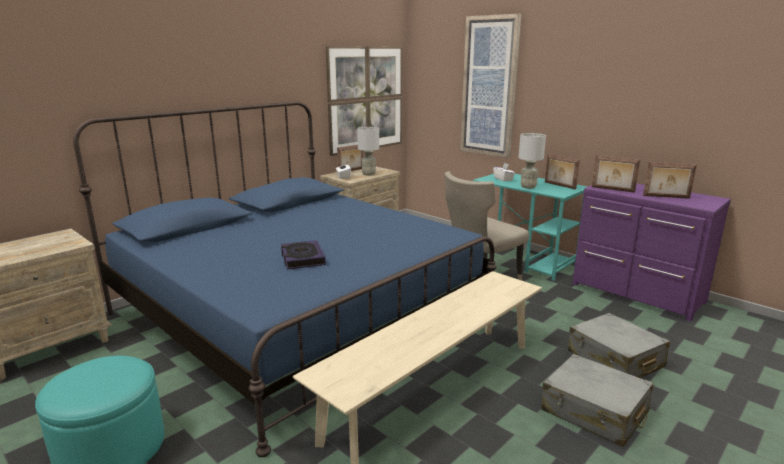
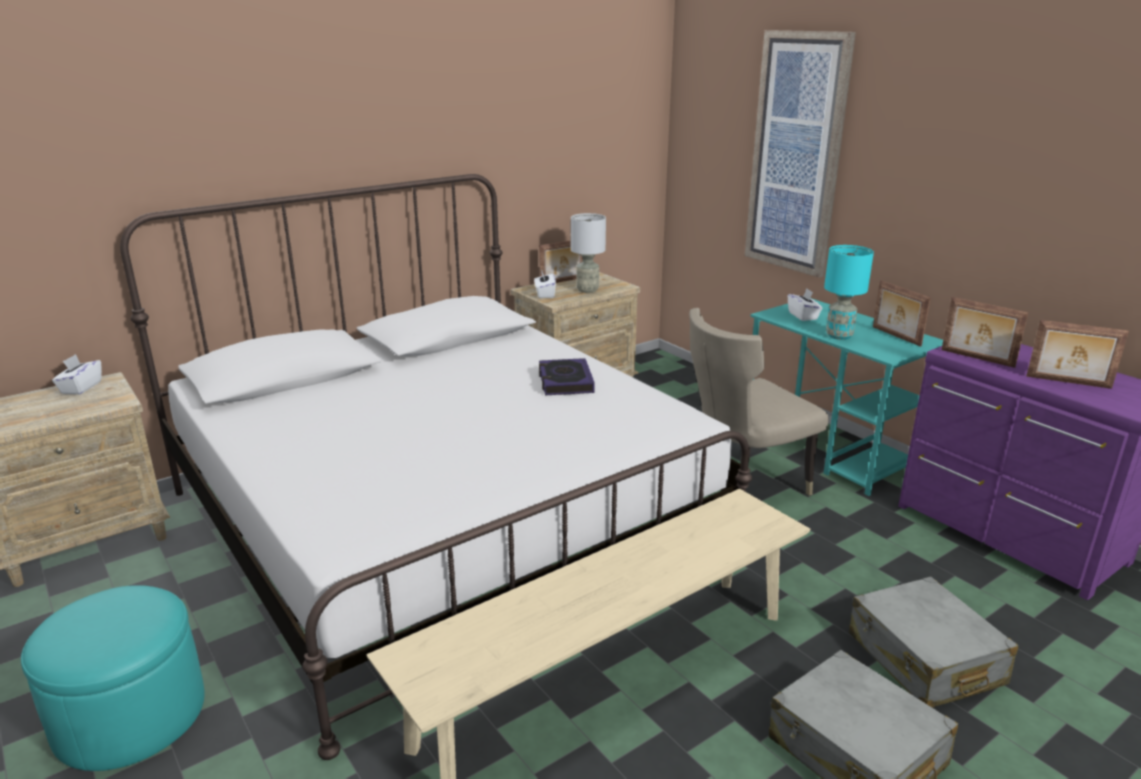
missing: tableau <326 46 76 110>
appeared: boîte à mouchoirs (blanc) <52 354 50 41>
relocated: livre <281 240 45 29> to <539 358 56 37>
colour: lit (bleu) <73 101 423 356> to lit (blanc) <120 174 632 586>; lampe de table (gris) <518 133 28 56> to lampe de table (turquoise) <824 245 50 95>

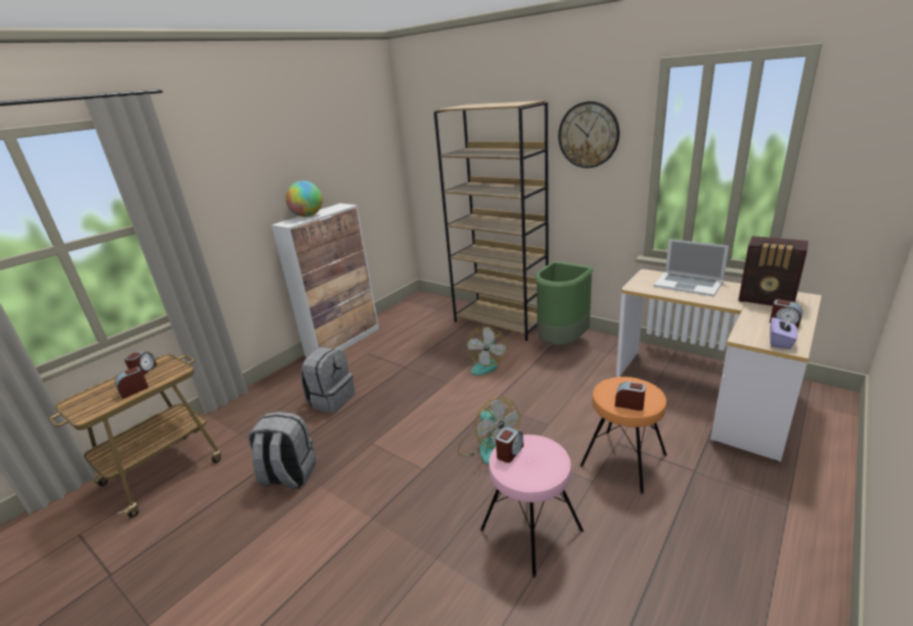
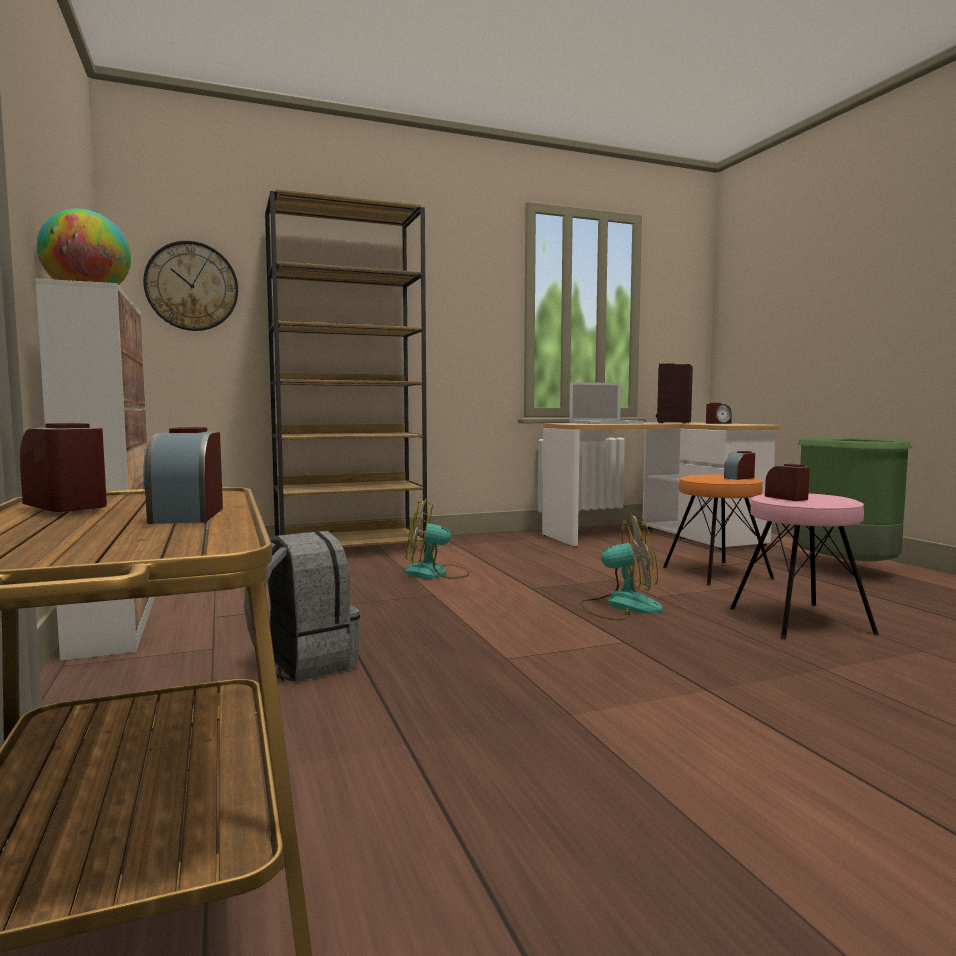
missing: boîte à mouchoirs (violet) <770 317 28 32>; sac à dos (gris) <248 412 69 77>
relocated: horloge murale <558 101 62 67> to <143 241 95 90>; poubelle (vert) <535 261 58 84> to <798 438 114 123>
spun: radio <738 236 70 70> = <656 363 37 60> 135 degrees clockwise; ventilateur <465 327 42 48> = <404 499 66 80> 135 degrees clockwise

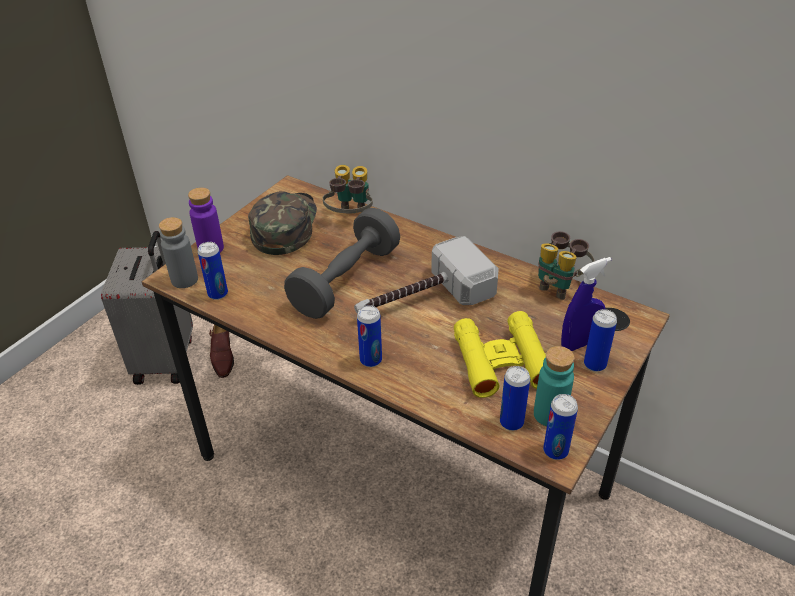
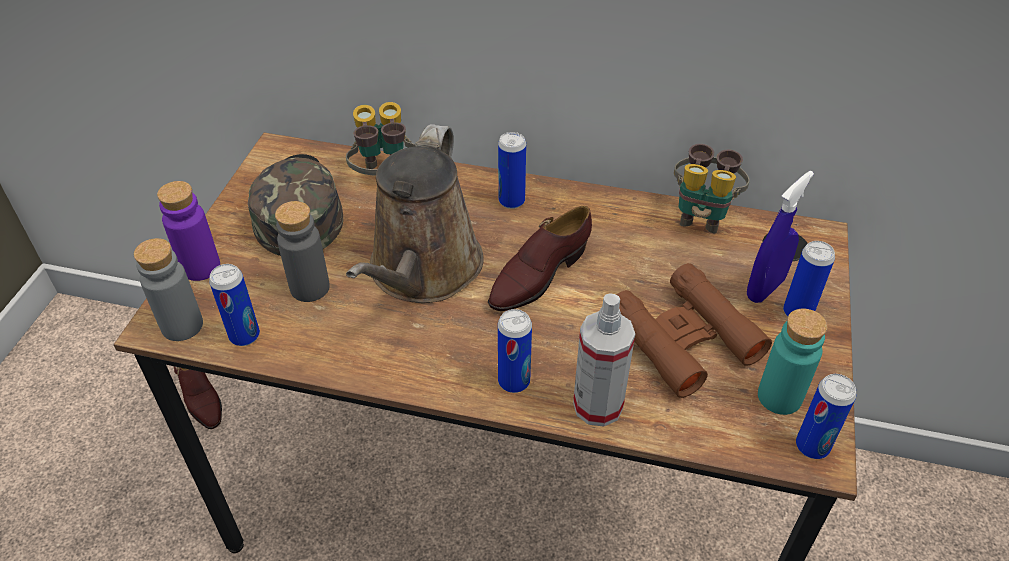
missing: valise (gris) <101 231 92 154>
appeared: bouteille (gris) <275 201 55 101>; vaporisateur <573 293 62 134>
relocated: boîte métallique <500 366 30 65> to <498 132 28 77>
exchanged: haltère (gris) <284 208 116 111> to arrosoir (marron) <346 124 138 179>; marteau <354 236 145 77> to chaussure (marron) <488 206 104 105>
colour: jumelles (jaune) <454 311 92 87> to jumelles (marron) <616 263 156 135>

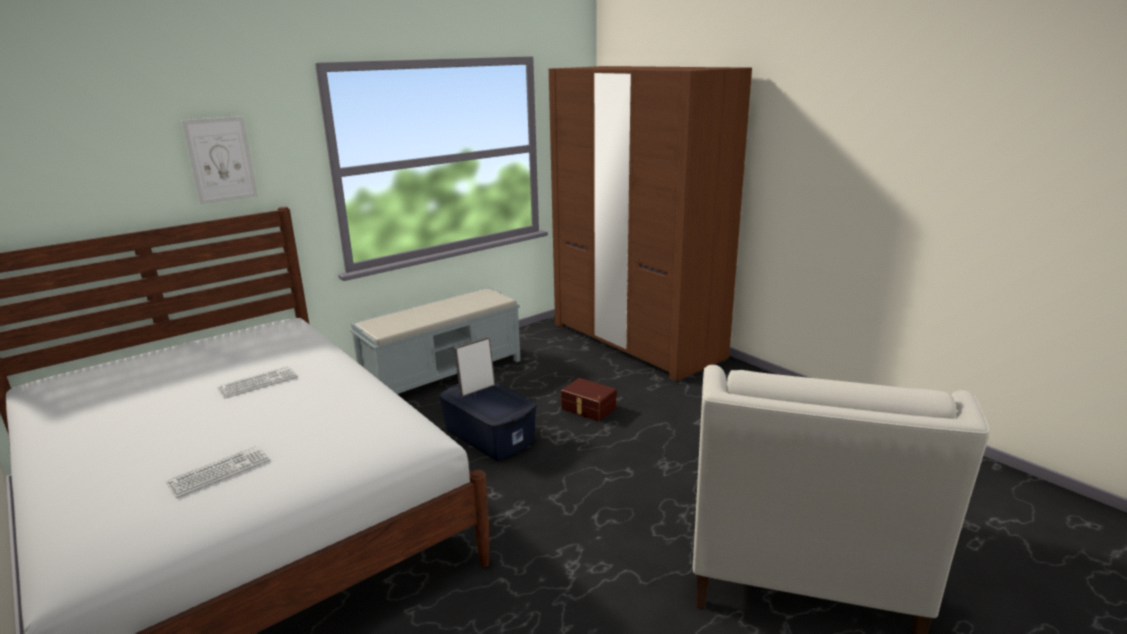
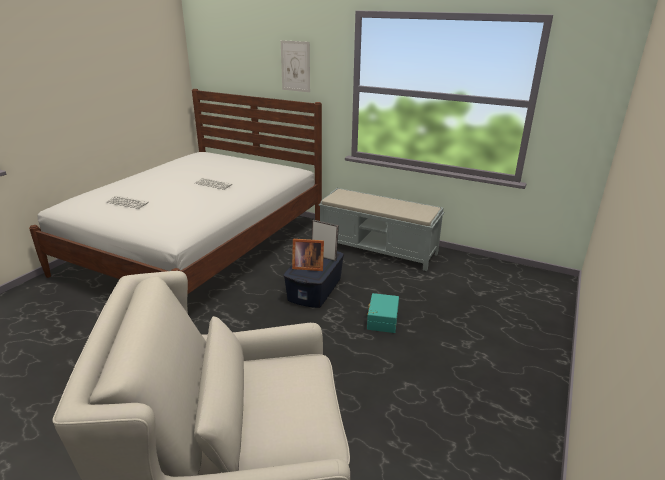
missing: armoire (marron) <549 66 203 315>
appeared: cadre photo <292 239 32 32>
colour: boîte de rangement (marron) <561 378 56 44> to boîte de rangement (turquoise) <367 293 32 40>

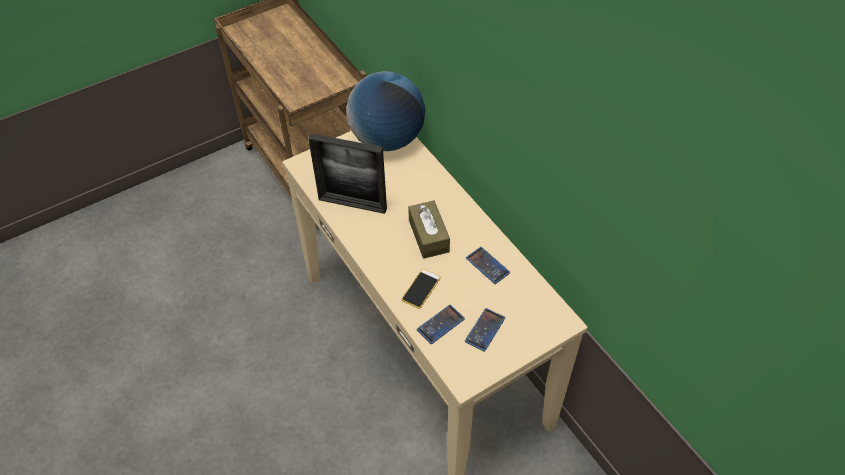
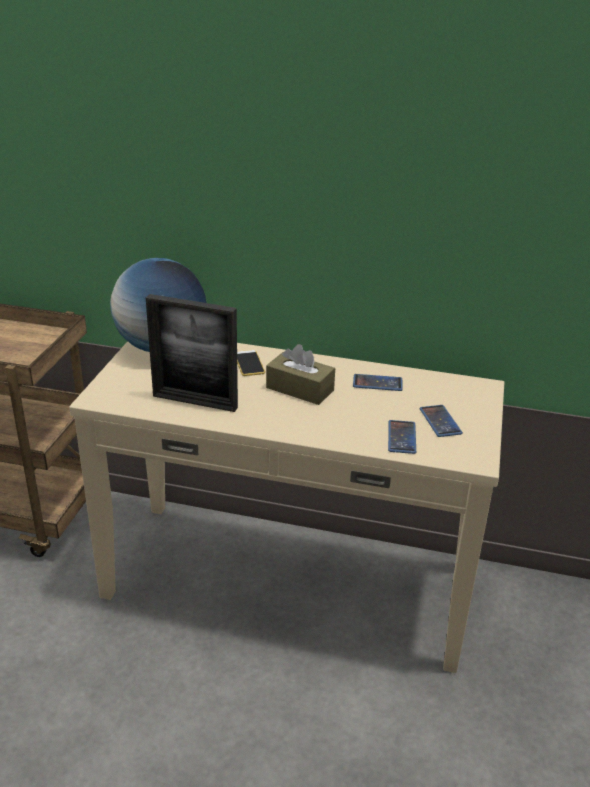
relocated: téléphone <402 269 38 40> to <237 350 28 26>
spun: cadre photo <308 133 79 81> = <146 294 92 118> 45 degrees clockwise

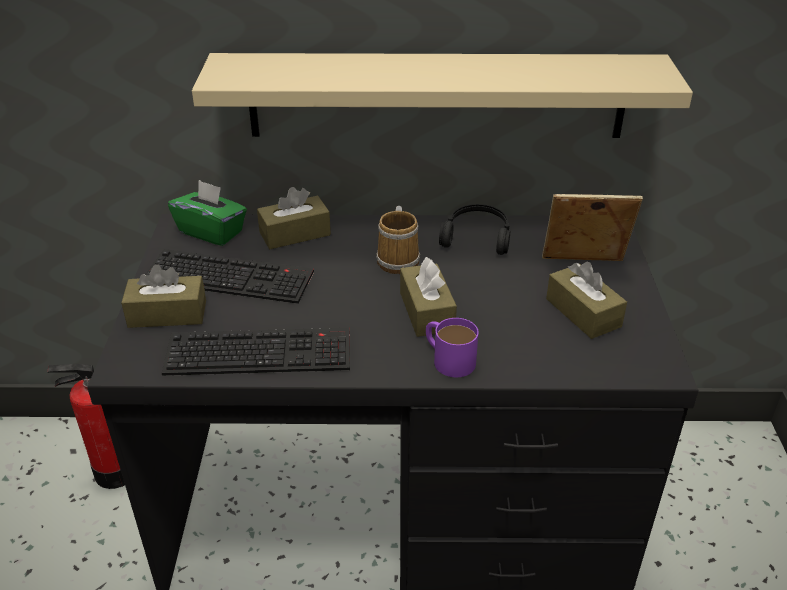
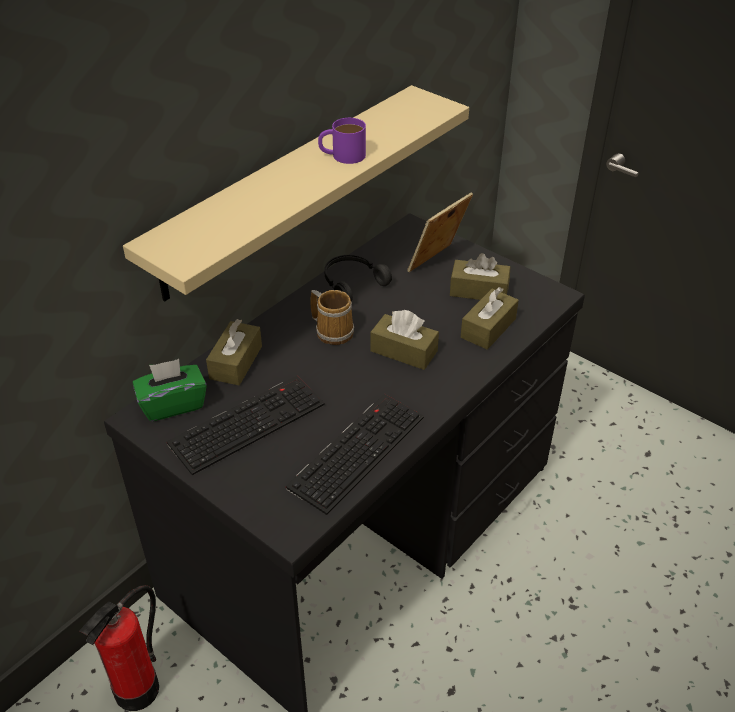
relocated: boîte à mouchoirs (marron) <121 264 85 64> to <461 287 58 63>; mug (violet) <426 318 53 59> to <318 118 48 46>

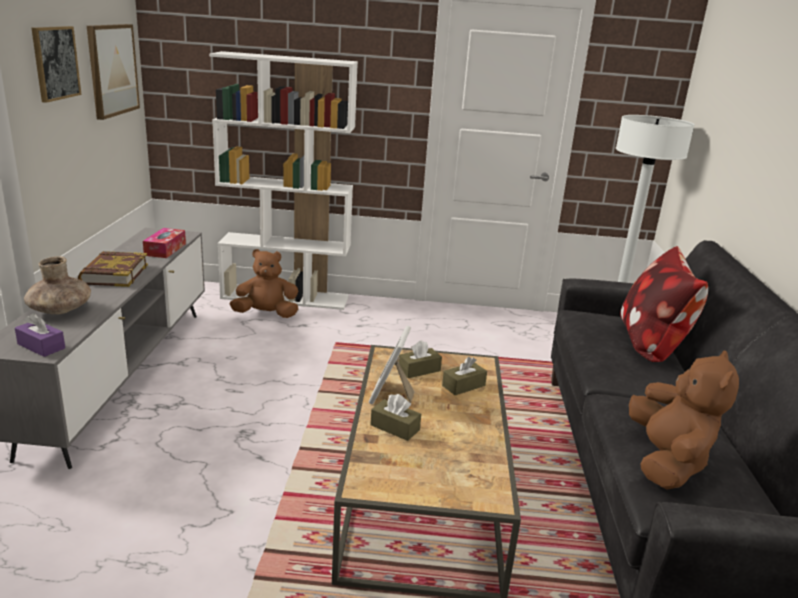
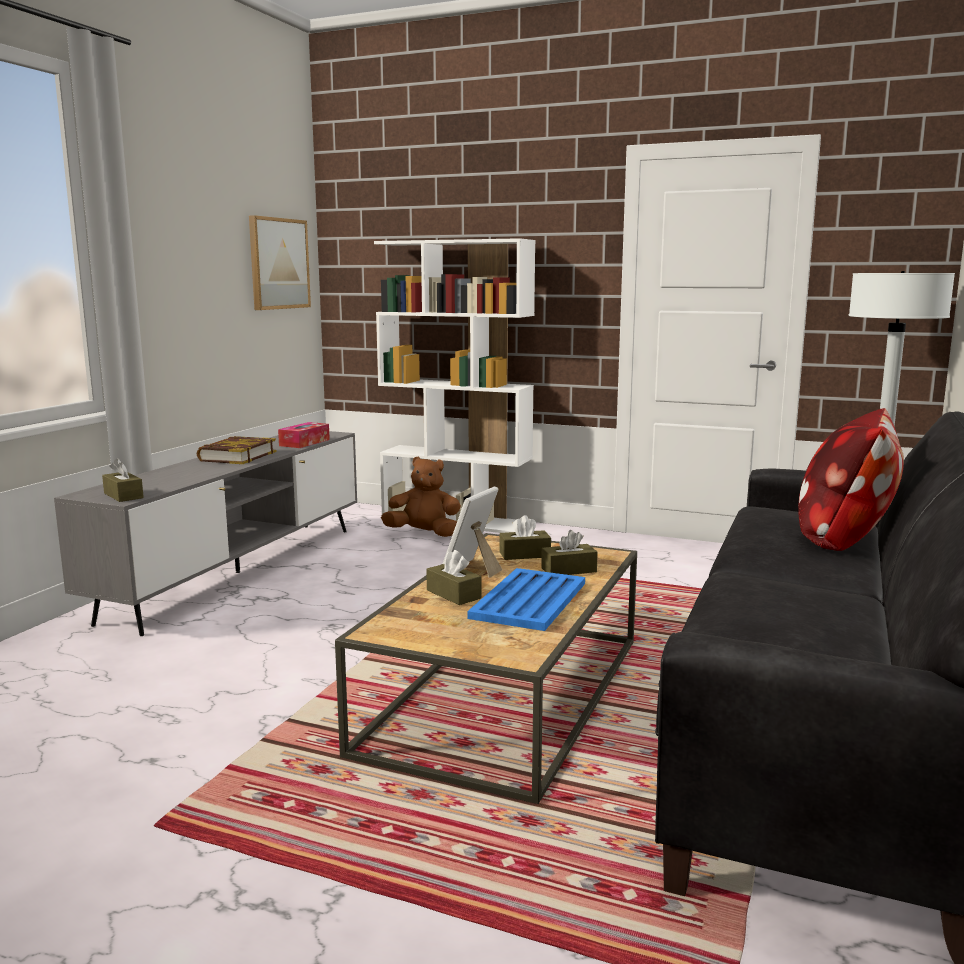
missing: tableau <31 26 51 77>; vase (marron) <24 256 67 58>; peluche (marron) <629 350 110 140>
appeared: plateau (bleu) <467 568 118 63>
colour: boîte à mouchoirs (violet) <15 313 50 44> to boîte à mouchoirs (marron) <102 458 42 44>

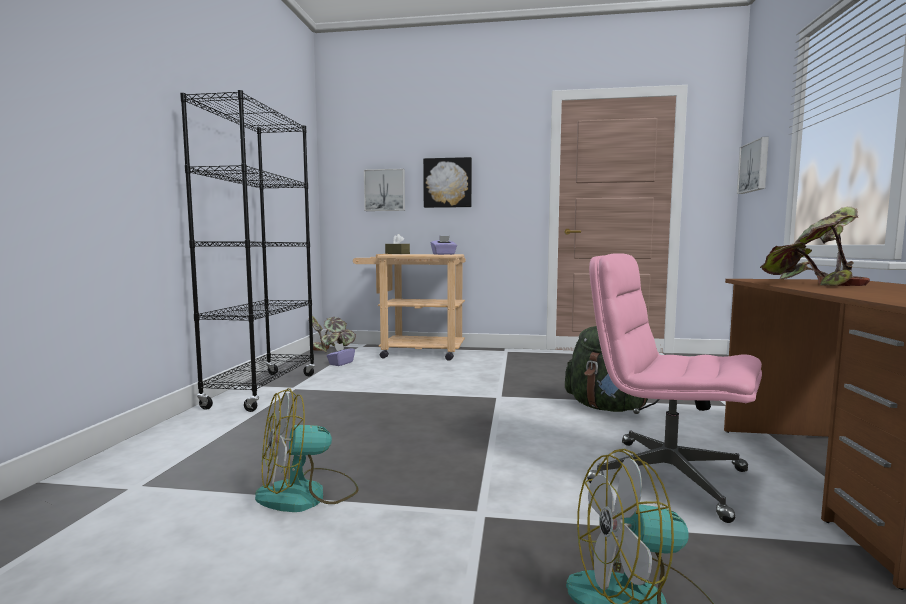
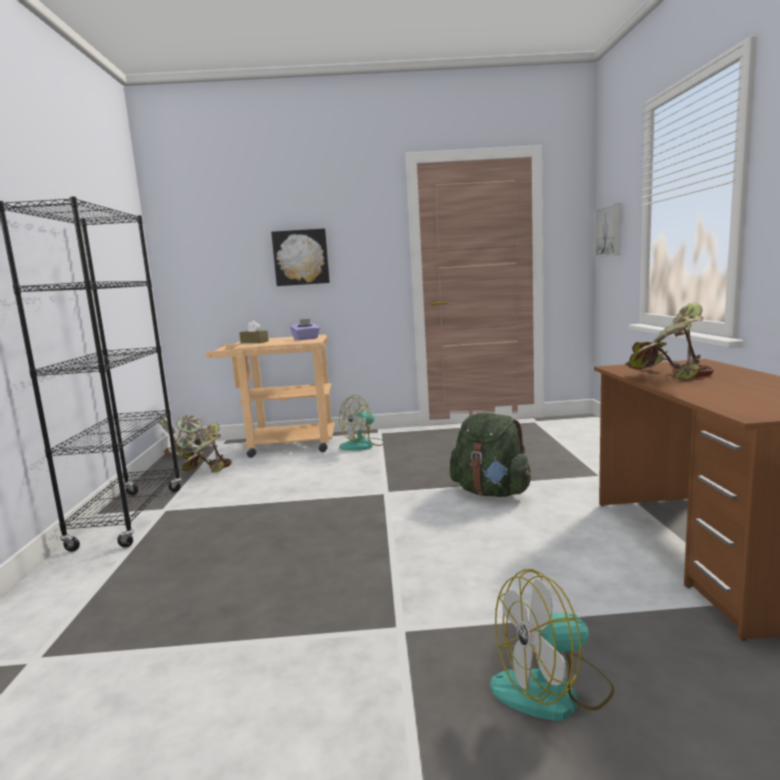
missing: tableau <364 169 41 42>; chaise de bureau (rose) <587 253 175 270>
relocated: ventilateur <255 388 104 124> to <339 395 47 55>
exchanged: boîte à mouchoirs (violet) <327 343 28 23> to plante en pot <180 422 52 51>

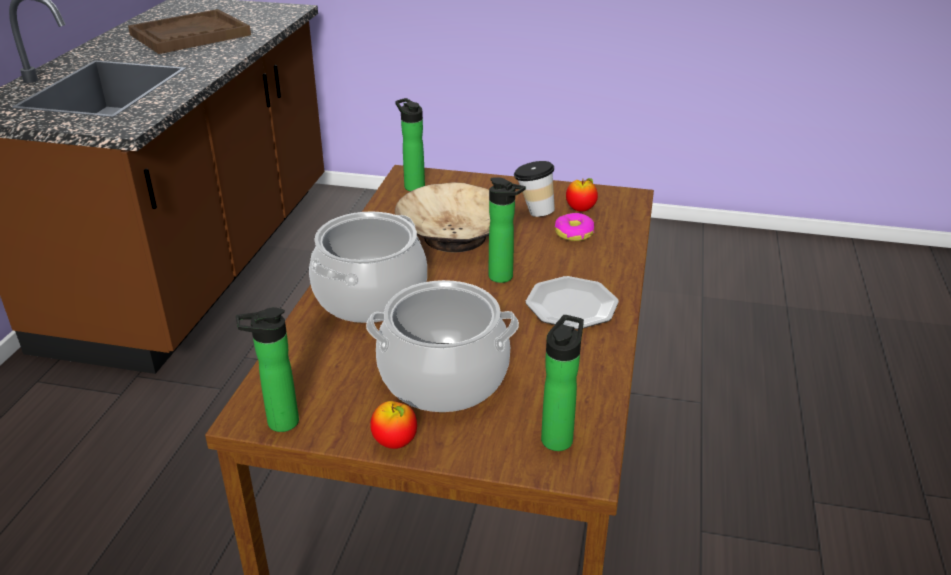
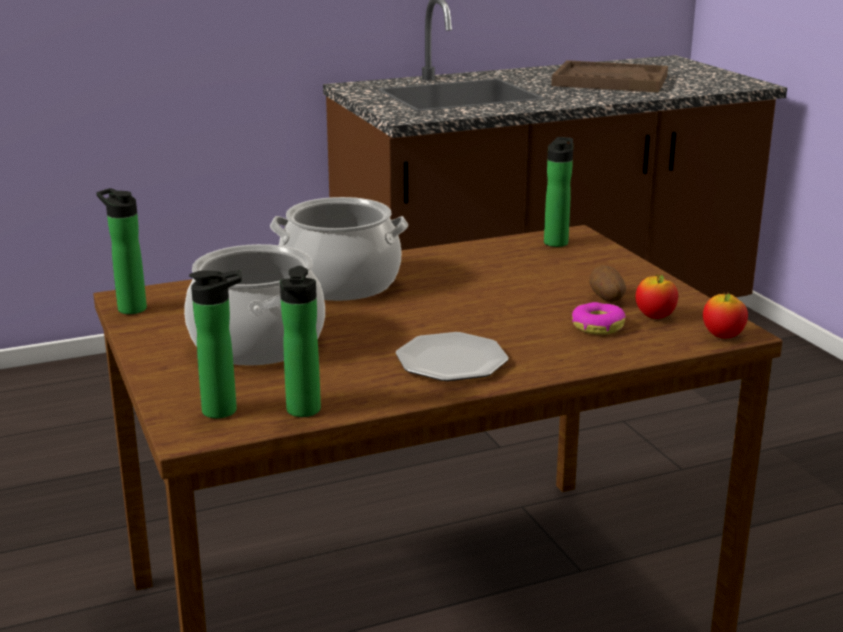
missing: bol (beige) <395 182 95 70>
relocated: bouteille <488 177 38 106> to <280 266 41 151>; pomme <370 401 47 48> to <703 292 45 46>
exchanged: tasse <514 161 41 56> to pomme de terre <589 266 37 36>

